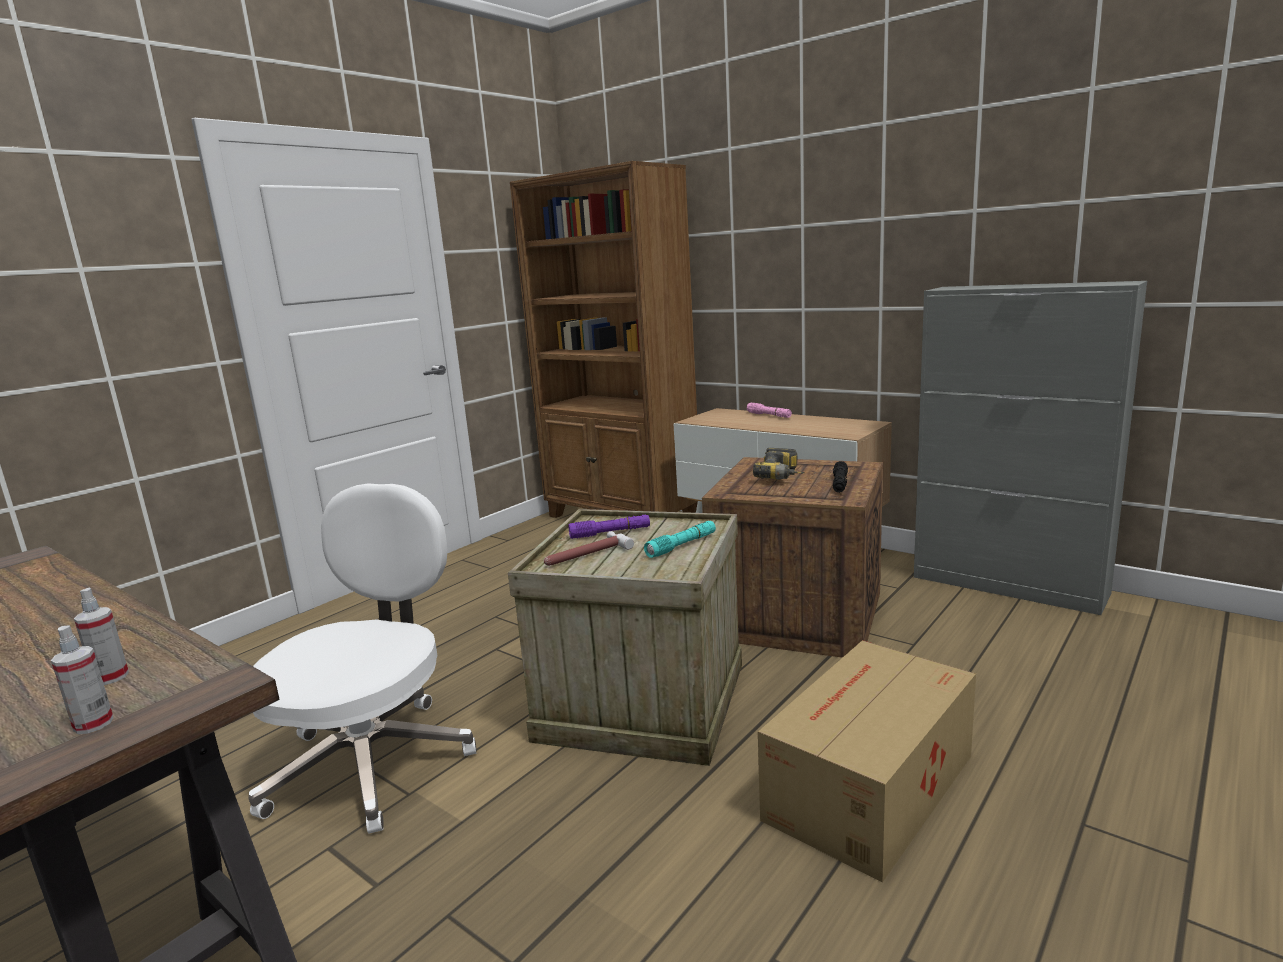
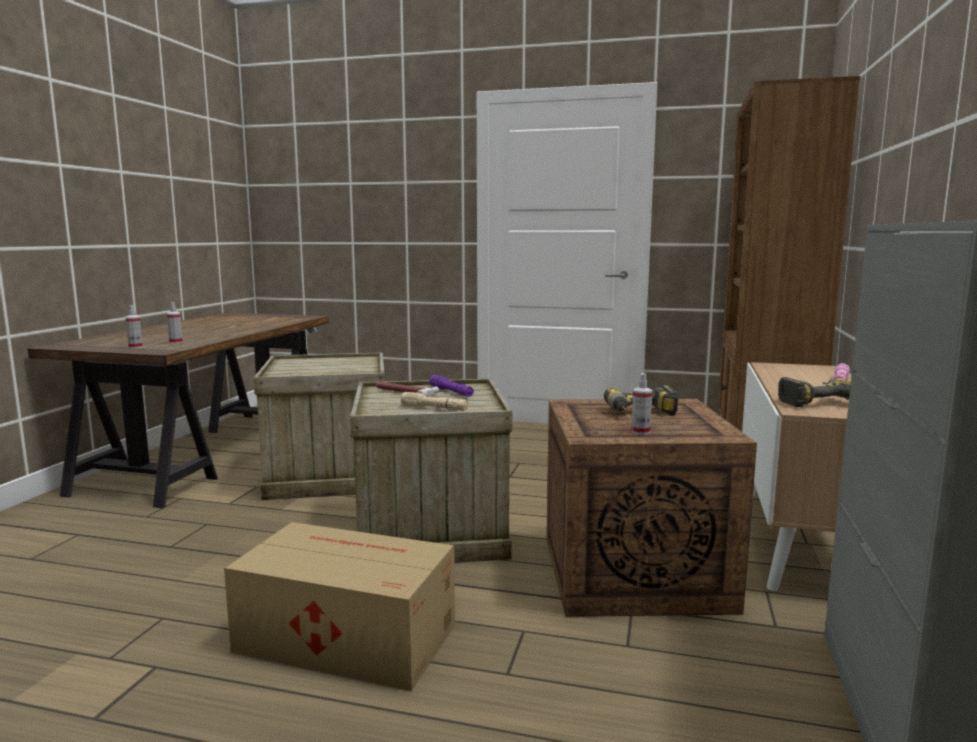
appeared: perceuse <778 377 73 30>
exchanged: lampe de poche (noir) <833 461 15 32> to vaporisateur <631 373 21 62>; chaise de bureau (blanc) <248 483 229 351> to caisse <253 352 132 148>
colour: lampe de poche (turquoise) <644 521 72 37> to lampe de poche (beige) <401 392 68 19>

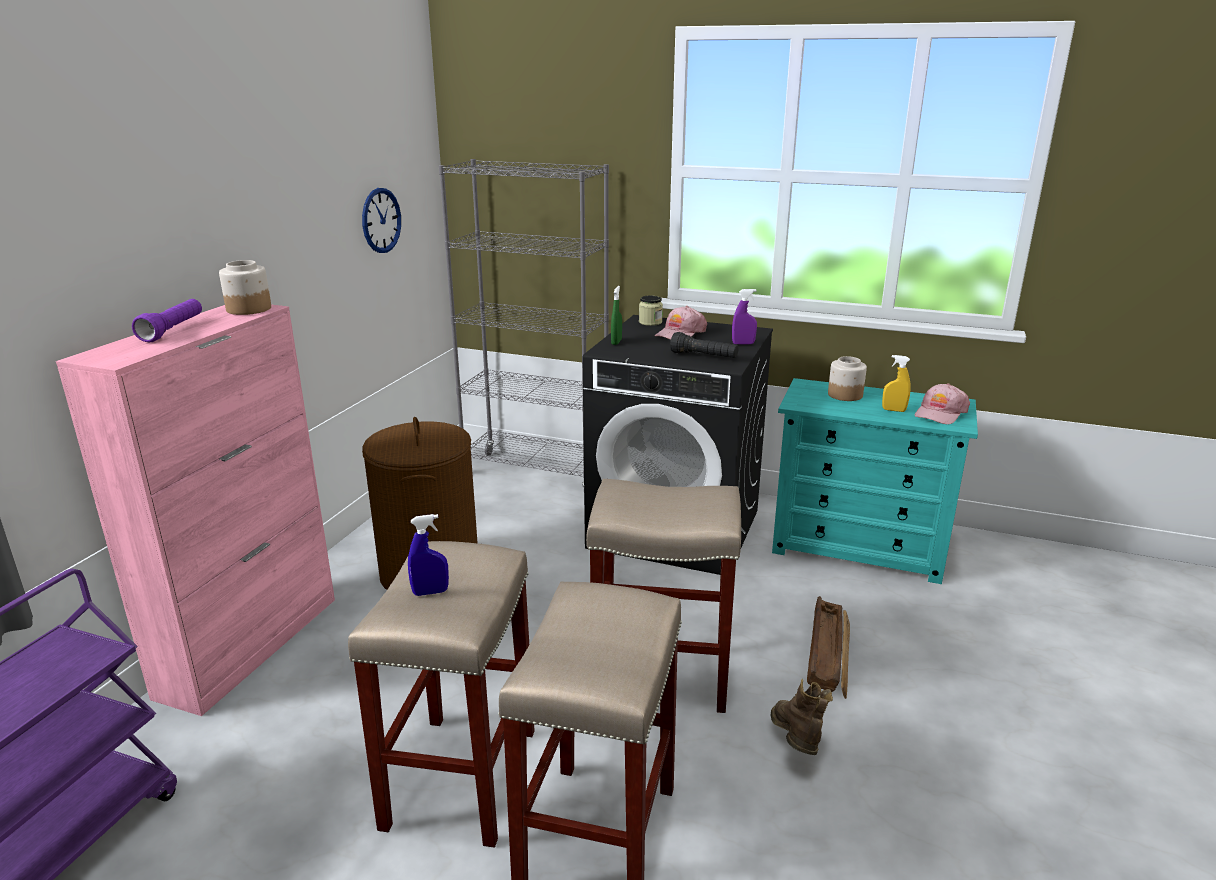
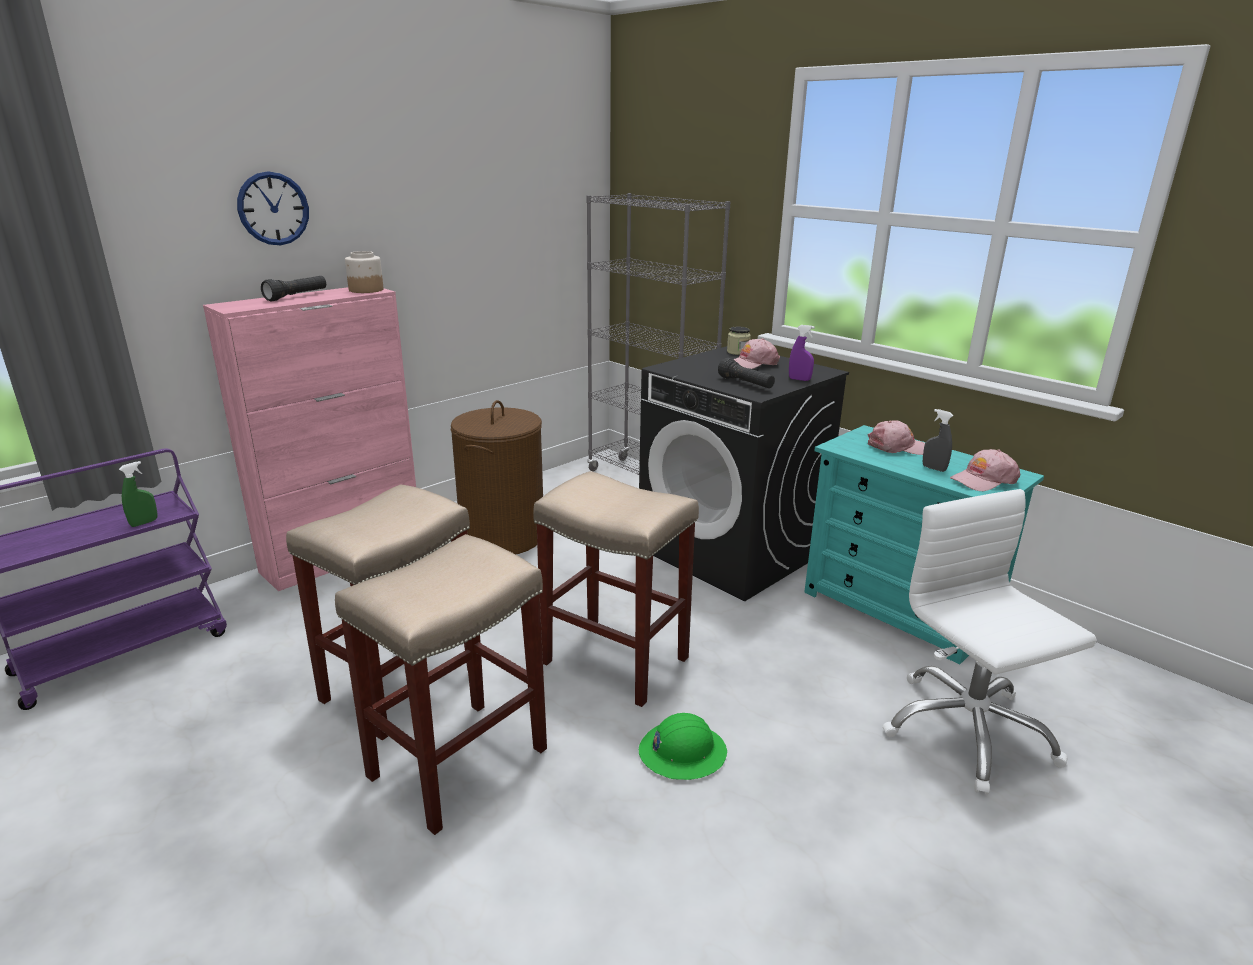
missing: vaporisateur (bleu) <408 514 41 82>; caisse <807 596 43 103>
appeared: chaise de bureau (blanc) <883 489 214 305>
relocated: horloge murale <362 188 39 65> to <237 171 72 74>; vaporisateur (vert) <611 286 11 59> to <119 461 39 66>
exchanged: bocal <828 356 39 45> to casquette (rose) <868 420 57 35>; botte (marron) <770 679 63 76> to casque de chantier (vert) <639 713 88 67>
colour: lampe de poche (violet) <132 299 70 44> to lampe de poche (noir) <261 276 65 25>; vaporisateur (jaune) <882 355 29 57> to vaporisateur (gris) <923 409 30 63>

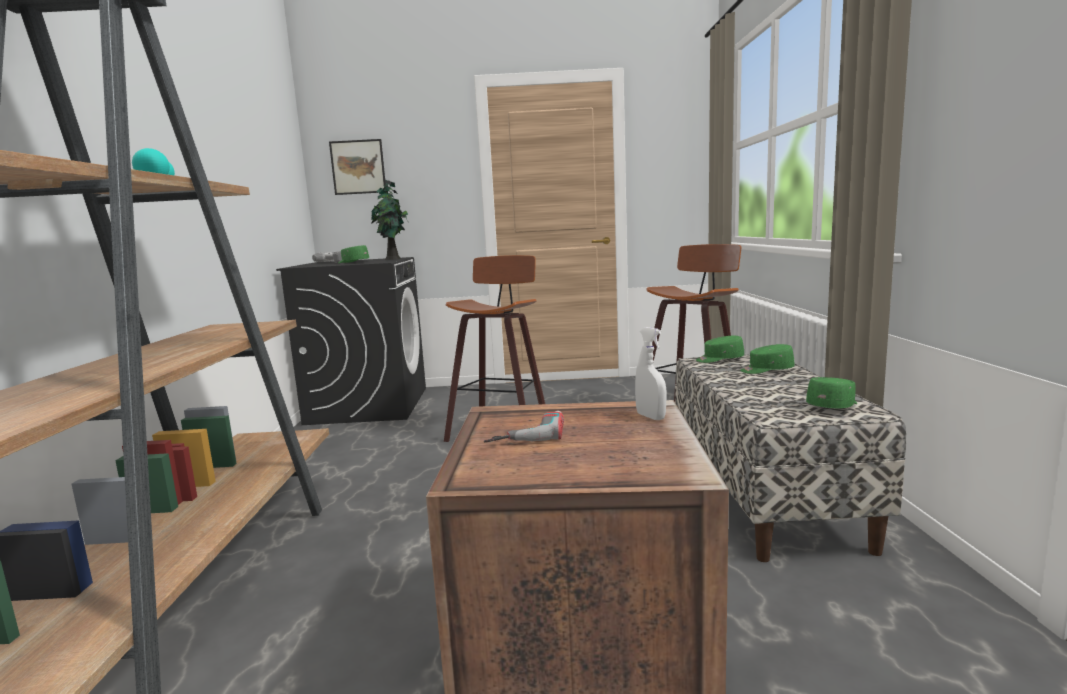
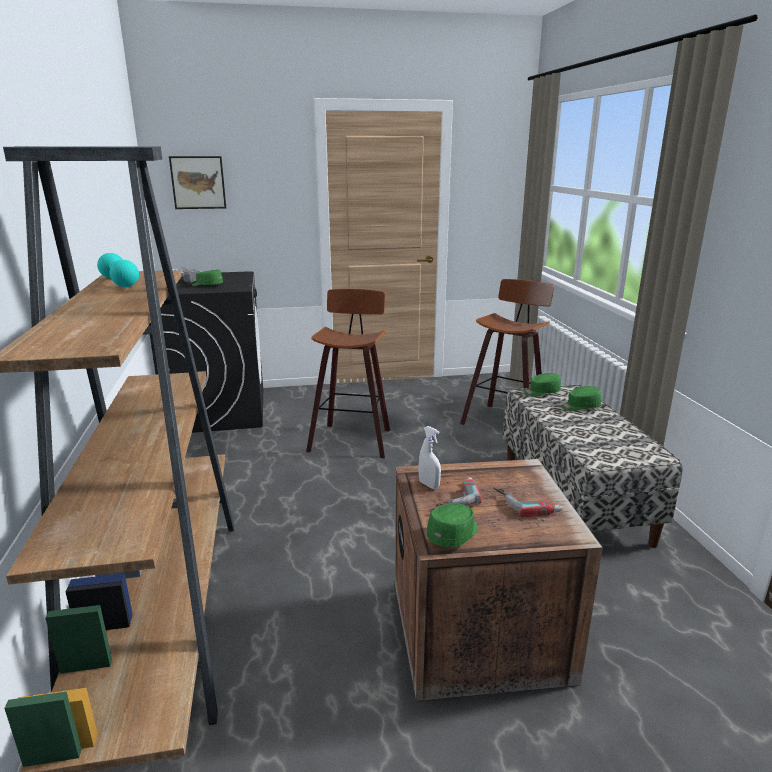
missing: plante en pot <371 180 37 80>
appeared: perceuse <493 487 70 31>
relocated: vaporisateur (blanc) <635 327 31 93> to <419 426 22 63>; casquette (vert) <806 377 51 31> to <427 503 51 44>

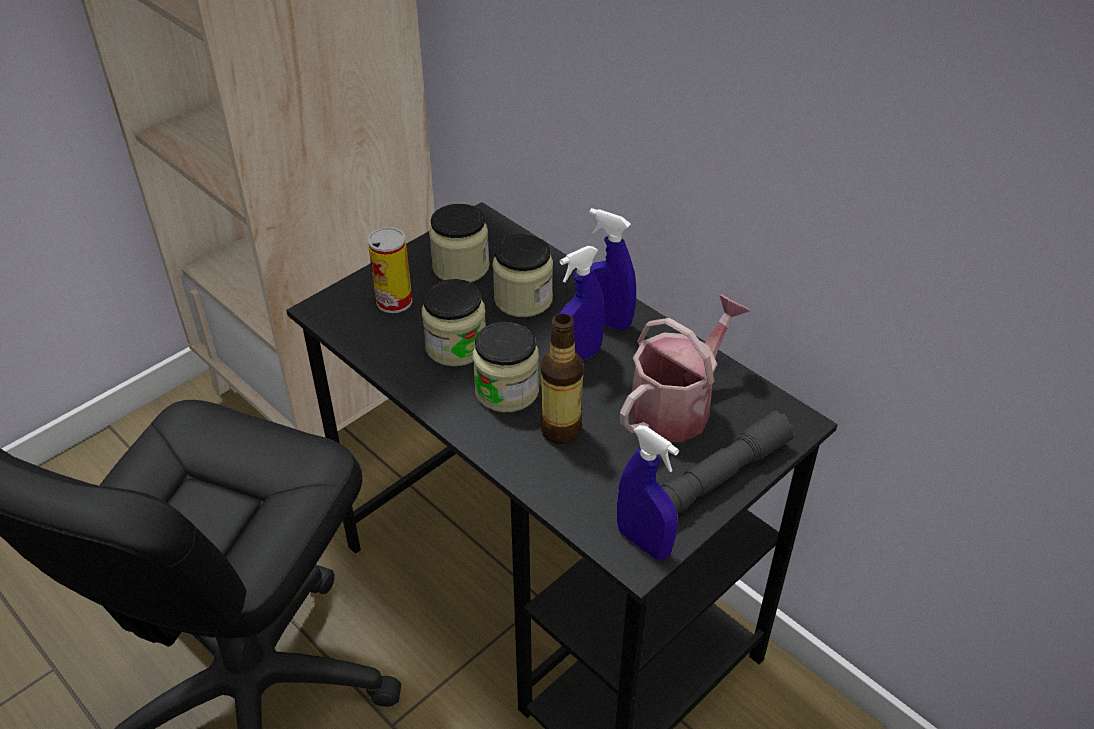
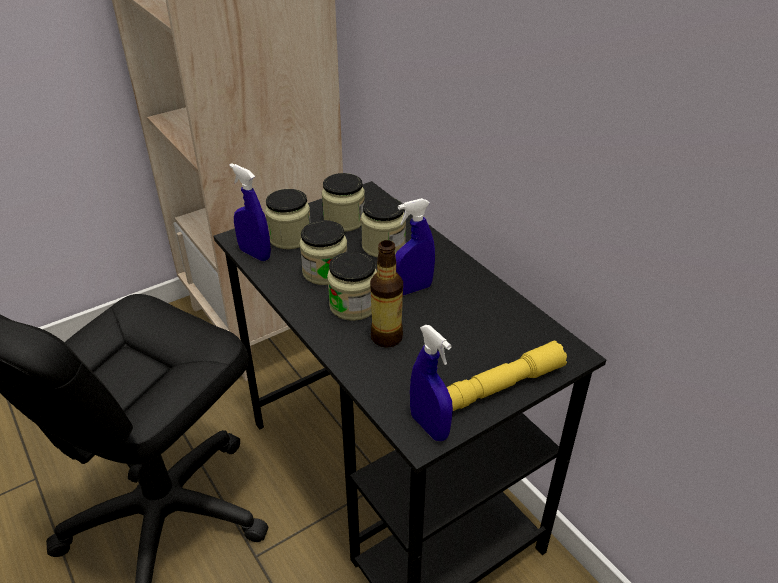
missing: arrosoir <620 295 130 147>
relocated: vaporisateur (bleu) <590 208 46 123> to <229 163 42 98>
exchanged: boîte métallique <367 227 46 86> to bocal <265 189 46 60>
colour: lampe de poche (gris) <661 411 133 103> to lampe de poche (jaune) <446 341 121 70>

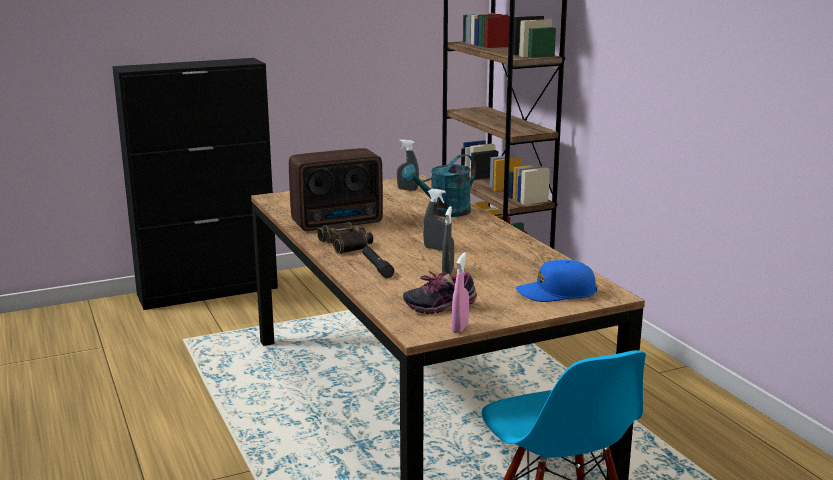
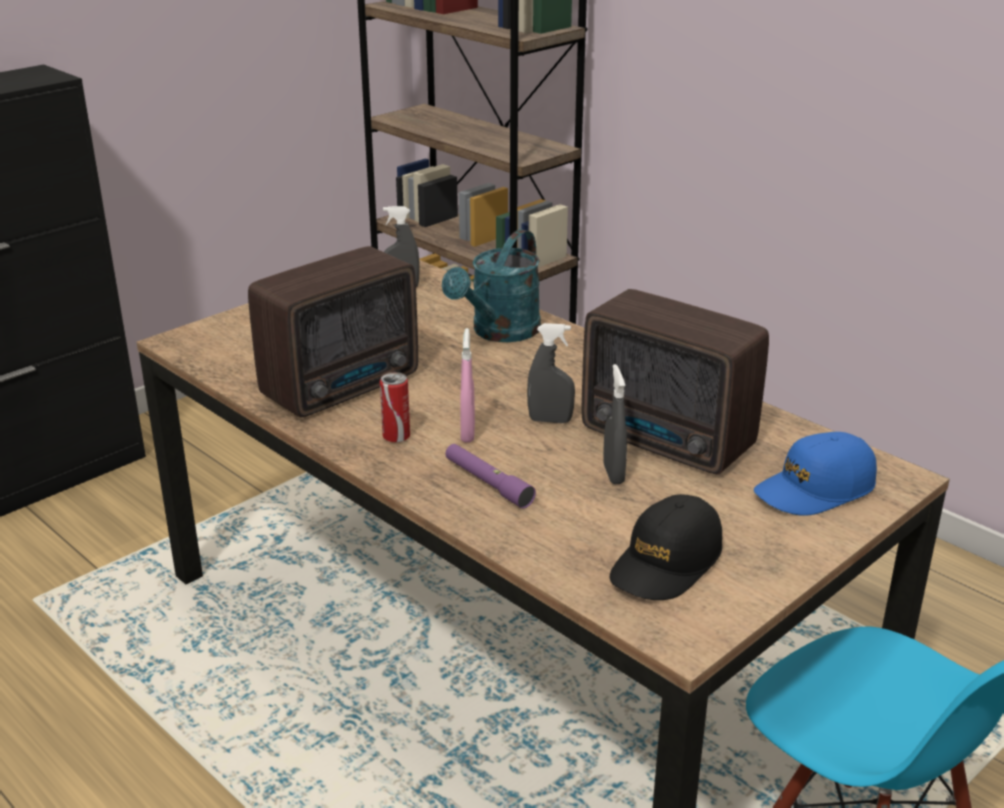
appeared: radio <581 289 188 186>
relocated: vaporisateur (rose) <452 252 17 81> to <460 328 15 114>
exchanged: jumelles <317 222 56 32> to boîte métallique <380 372 30 70>; chaussure <403 271 74 43> to casquette (noir) <610 494 112 106>
colour: lampe de poche (noir) <362 246 32 32> to lampe de poche (violet) <445 444 91 64>

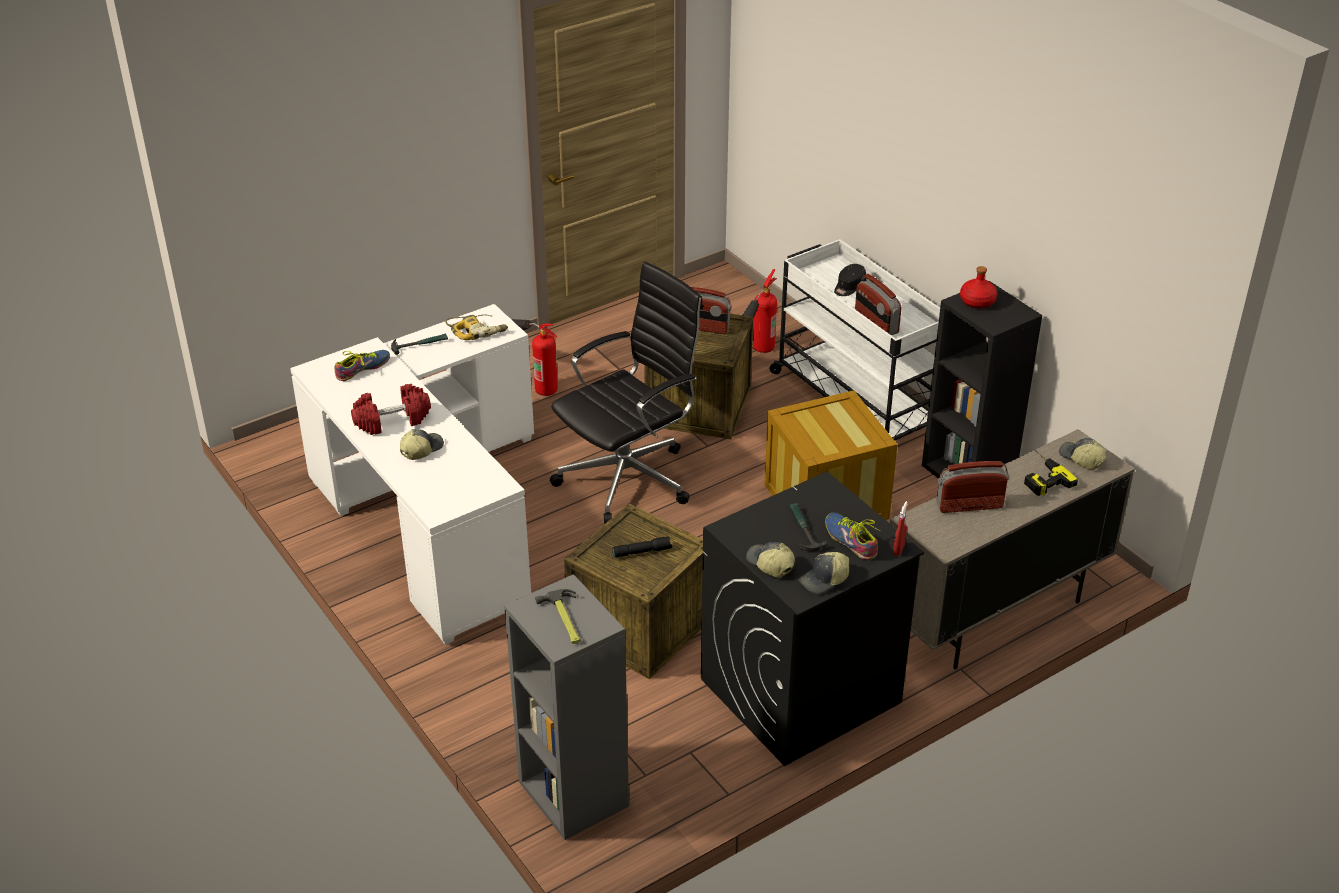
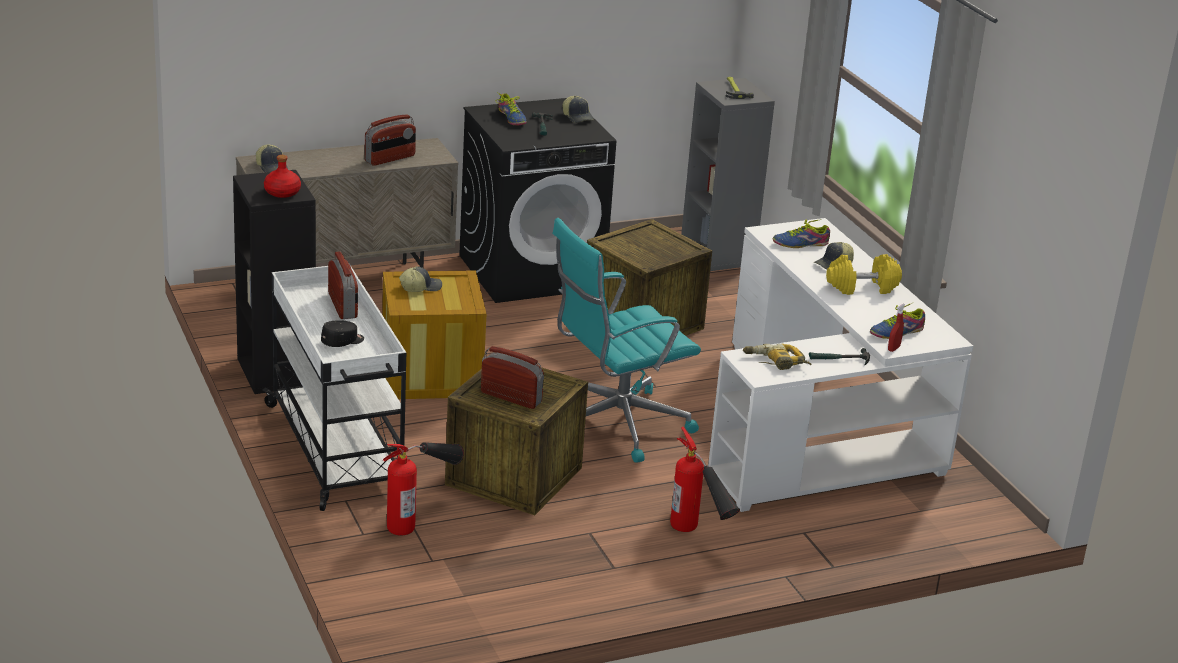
missing: perceuse <1024 449 54 47>; lampe de poche (noir) <612 536 60 21>
appeared: chaussure <773 219 57 29>
relocated: vaporisateur (rouge) <893 501 14 55> to <888 303 17 49>; casquette <798 552 51 42> to <399 266 43 26>
colour: chaise de bureau (noir) <550 262 153 262> to chaise de bureau (turquoise) <553 218 148 245>; haltère (rouge) <351 384 80 51> to haltère (jaune) <826 254 76 41>
spun: radio <937 461 72 52> = <365 114 51 52> 45 degrees counterclockwise

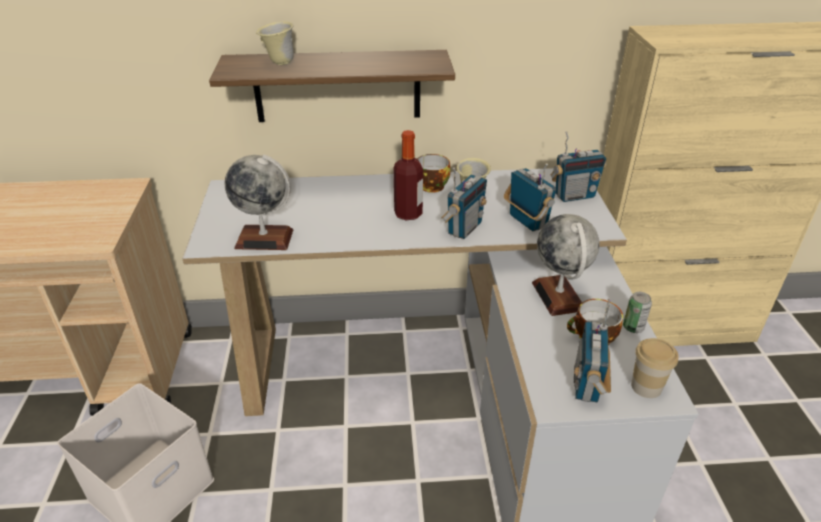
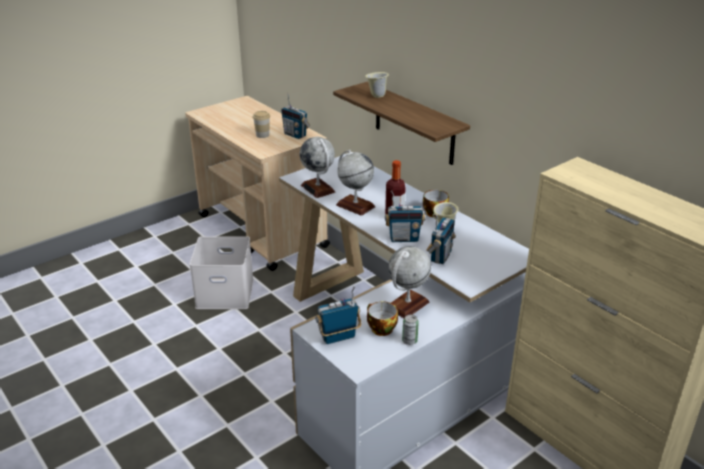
appeared: globe <336 150 39 66>
relocated: radio <551 131 55 71> to <281 92 29 47>; tasse <631 338 47 60> to <252 111 18 27>

